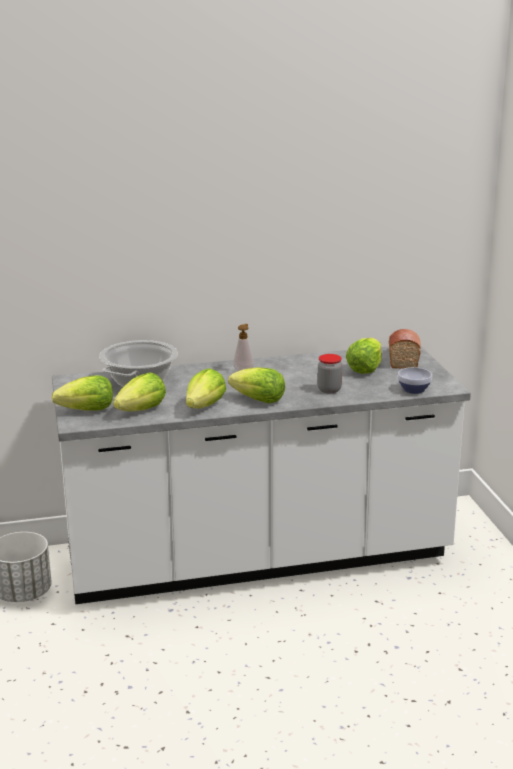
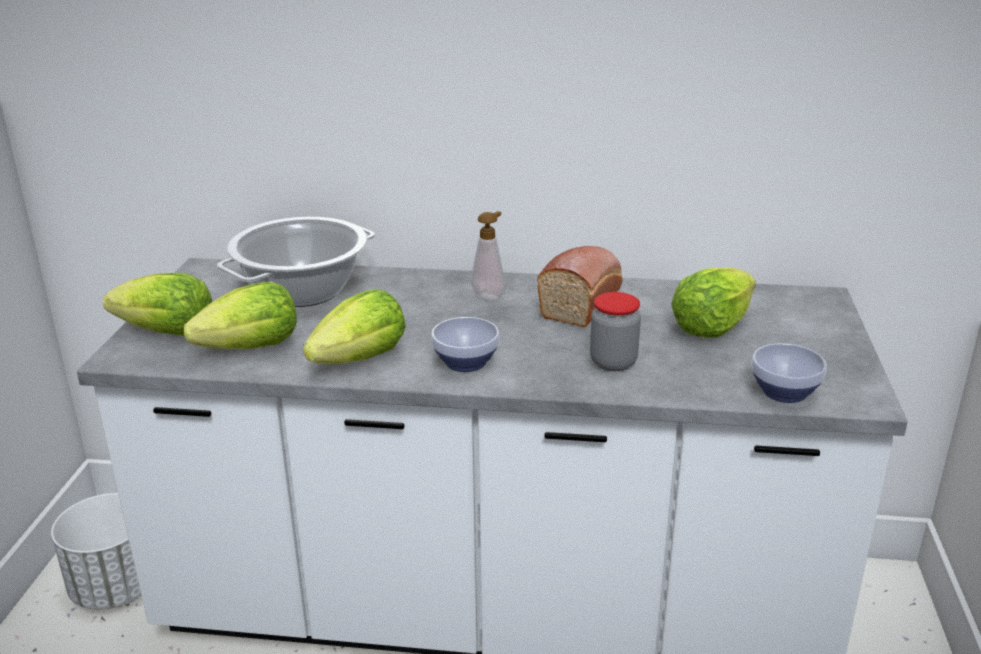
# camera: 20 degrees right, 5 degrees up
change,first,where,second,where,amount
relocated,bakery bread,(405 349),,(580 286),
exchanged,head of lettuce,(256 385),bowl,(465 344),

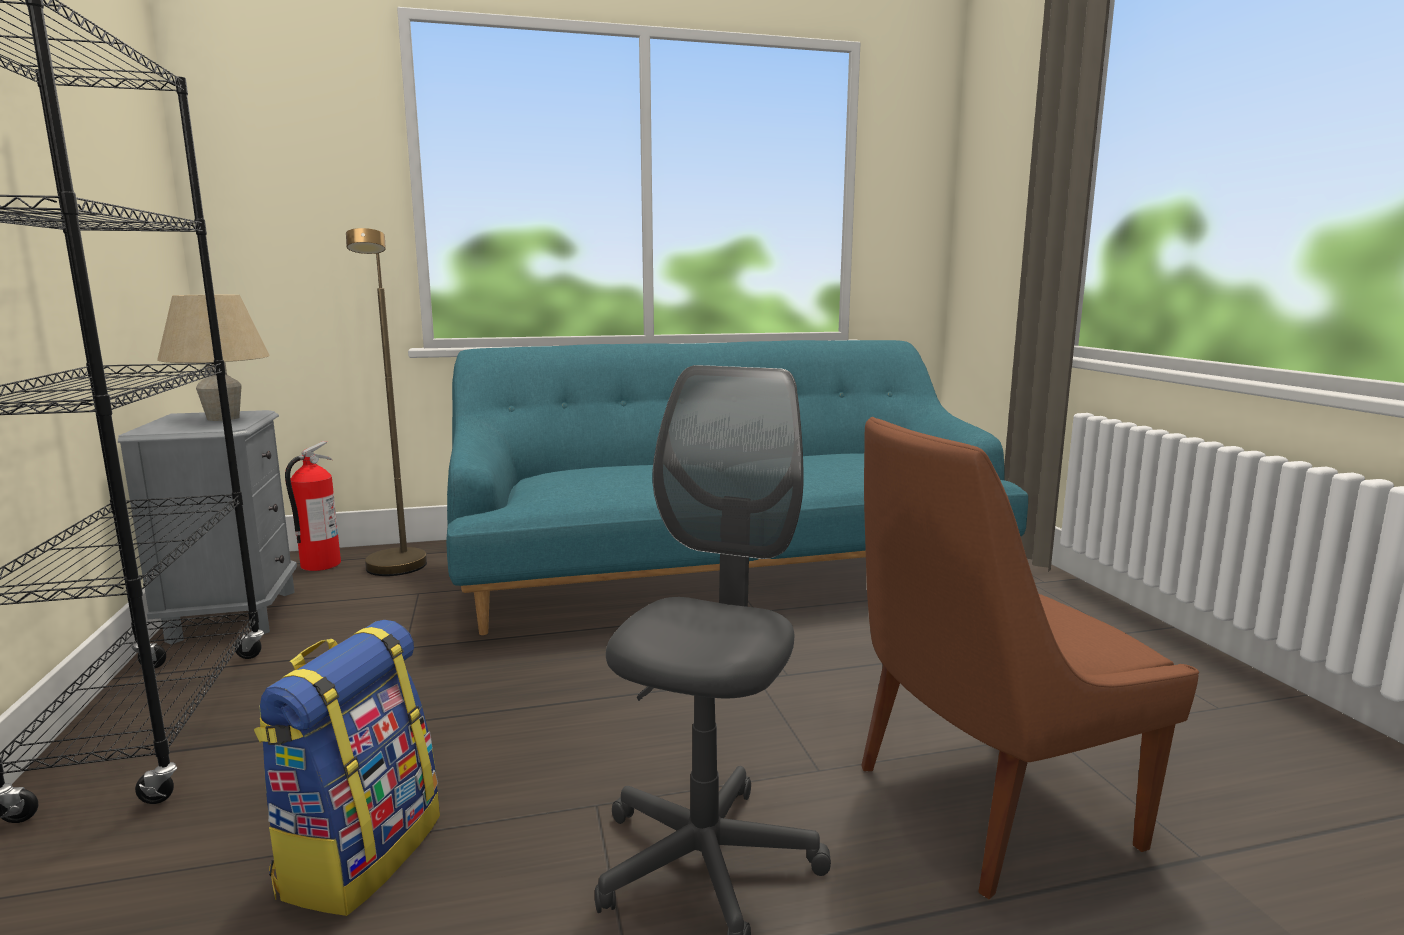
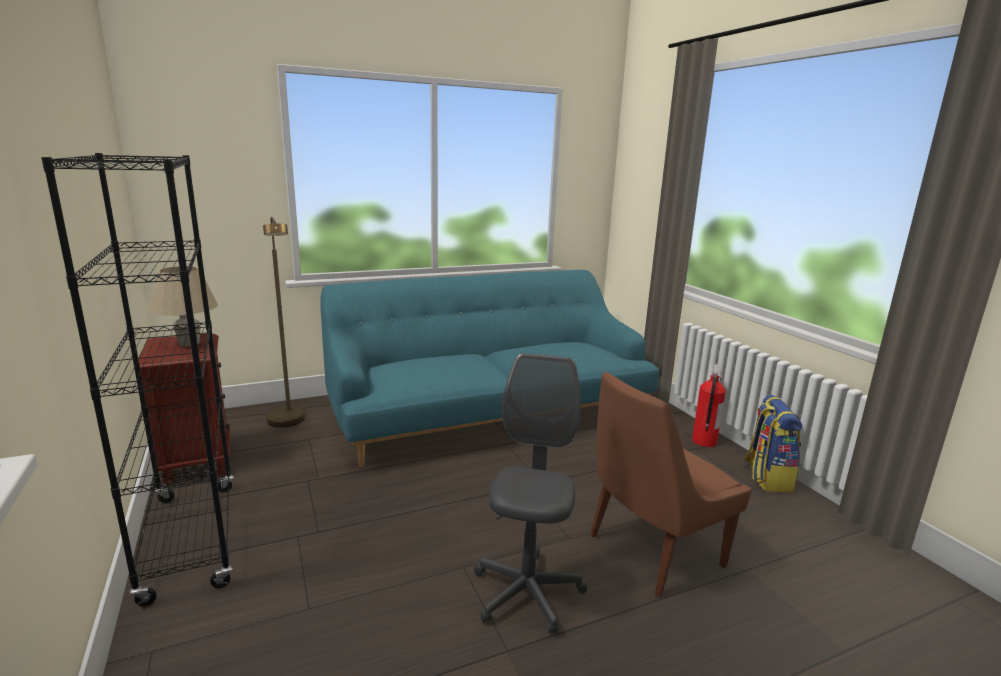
# camera: 10 degrees left, 5 degrees up
change,first,where,second,where,amount
colour,grey bedside table,(207 527),brown-coloured bedside table,(184 409),
relocated,extinguisher,(313 506),,(709 405),
relocated,rucksack,(347 768),,(772 444),

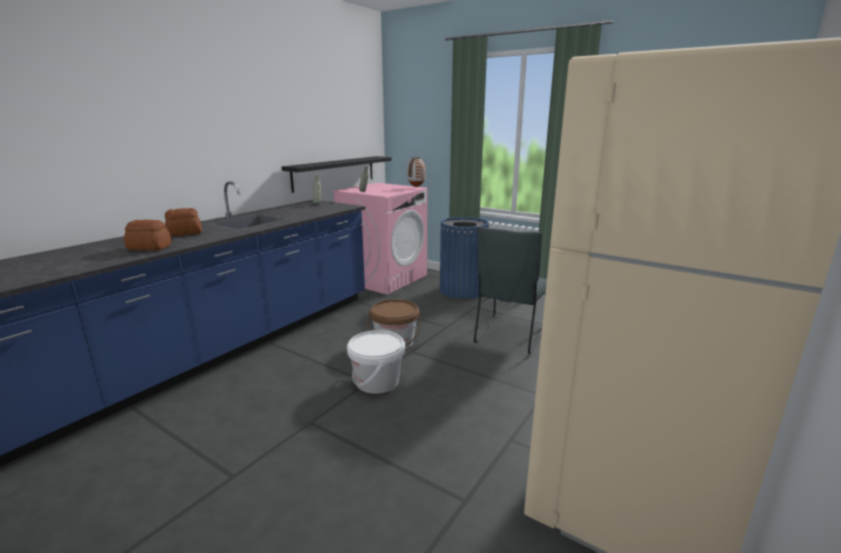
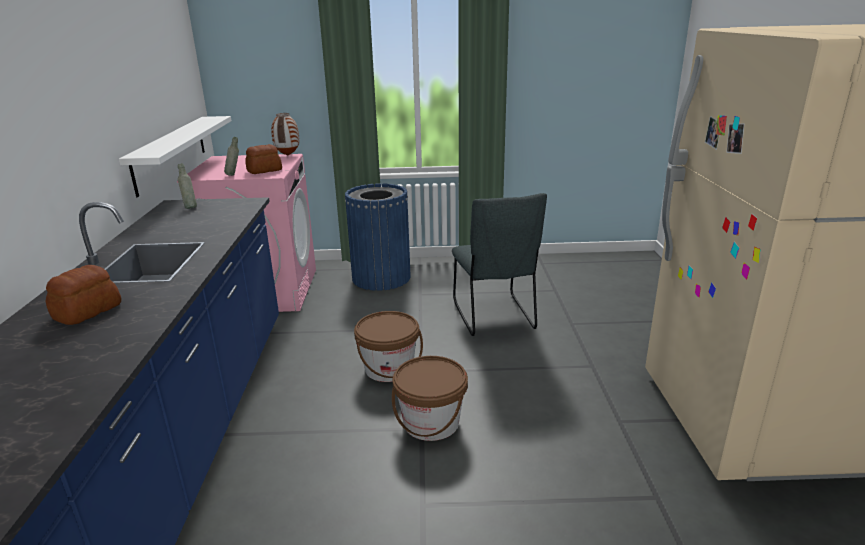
# camera: 35 degrees left, 5 degrees up
change,first,where,second,where,amount
colour,black wall shelf,(336 174),white-coloured wall shelf,(175 156),
relocated,bakery bread,(147 235),,(263 159),
colour,white-coloured water bucket,(376 362),brown-coloured water bucket,(430 398),

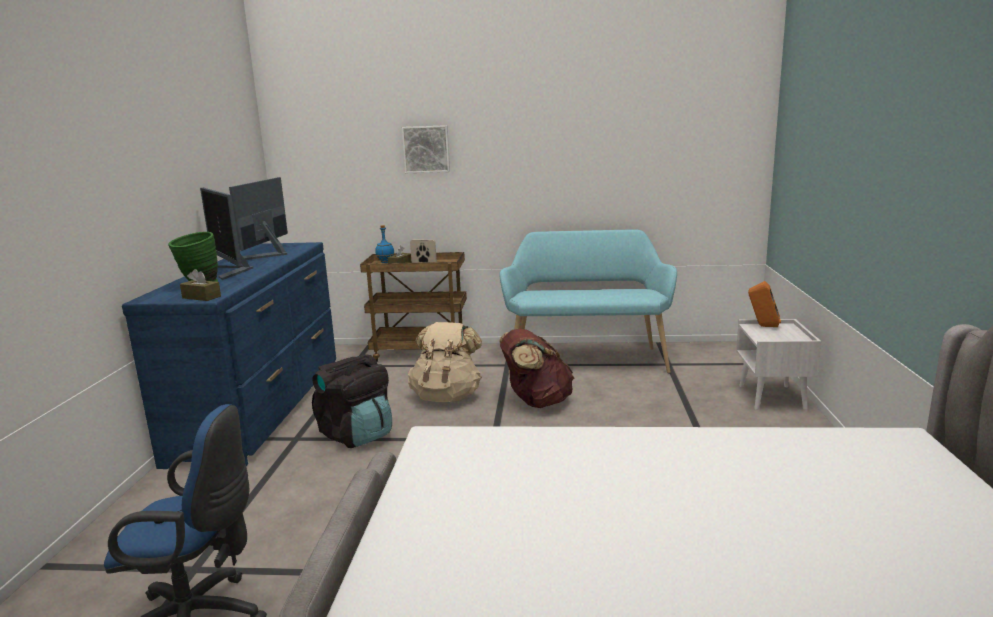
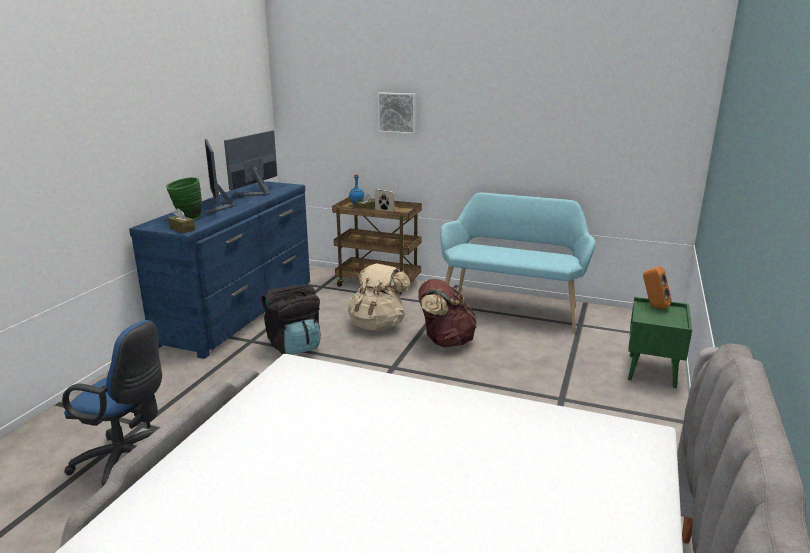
# camera: 15 degrees right, 5 degrees up
change,first,where,second,where,amount
colour,white-coloured bedside table,(778 364),green bedside table,(660 342),

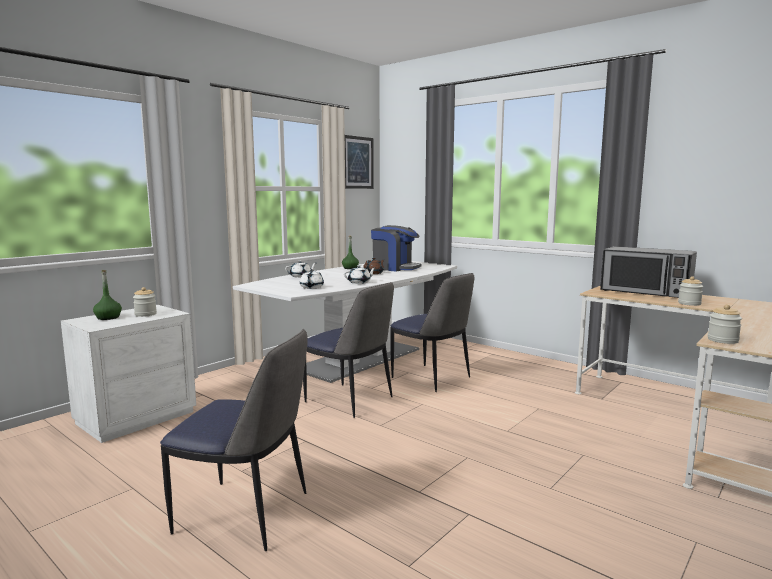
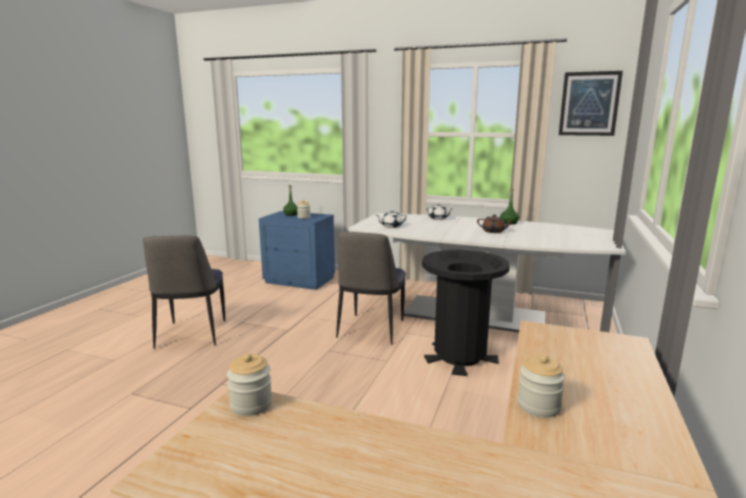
# camera: 70 degrees right, 5 degrees up
change,first,where,second,where,amount
missing,coffee brewer,(396 248),,,
missing,microwave,(648 272),,,
missing,white-coloured pot for tea,(360 274),,,
exchanged,upright chair,(432 332),black trash can,(465 313),
colour,white-coloured bedside table,(128 374),bluish bedside table,(297 250),

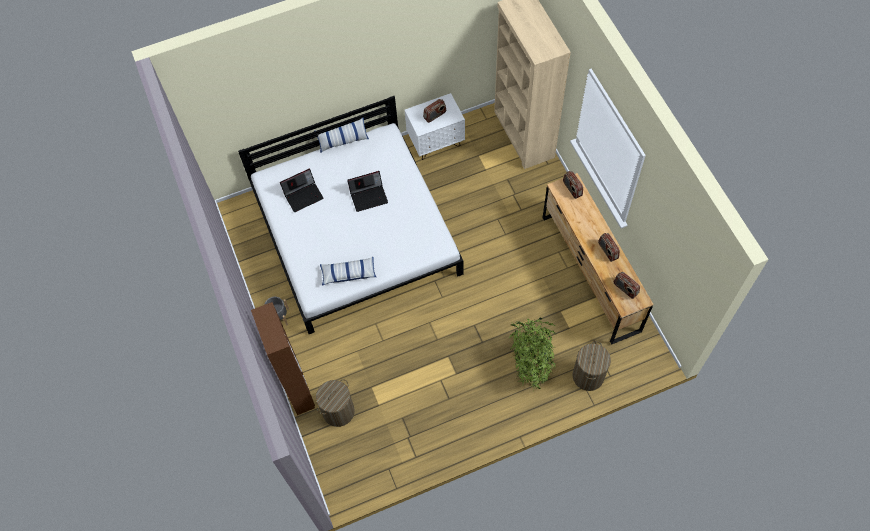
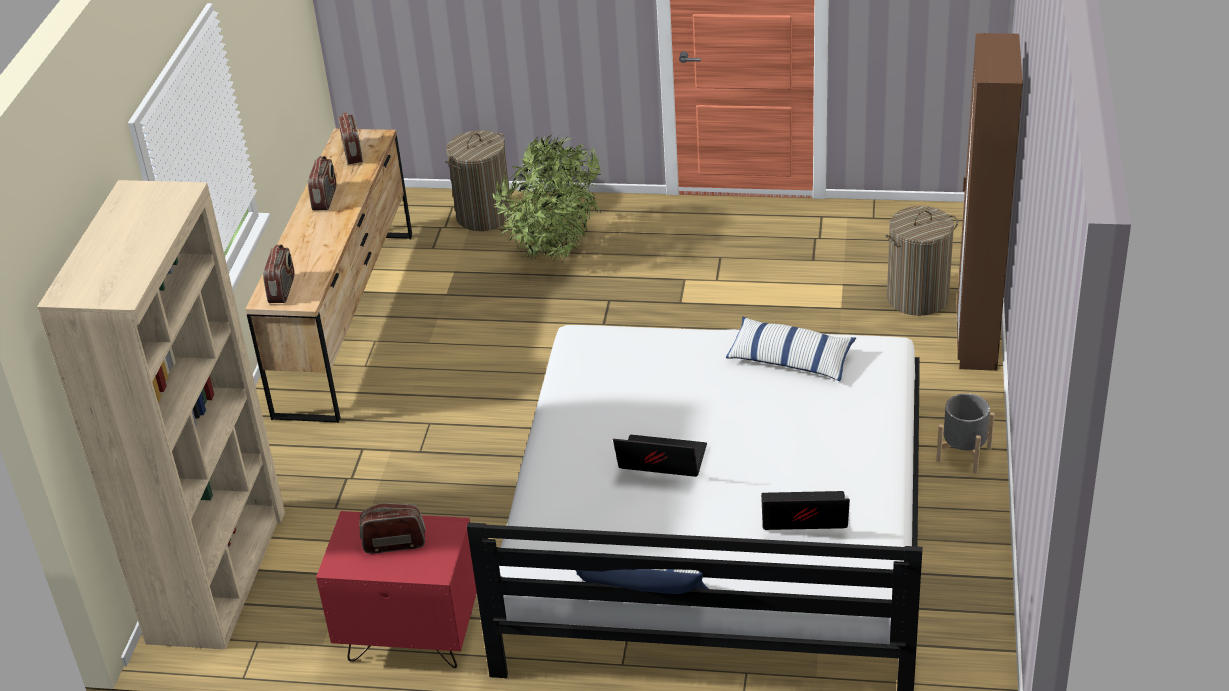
# camera: 150 degrees left, 25 degrees down
change,first,where,second,where,amount
colour,white-coloured bedside table,(435 126),reddish bedside table,(396 589),

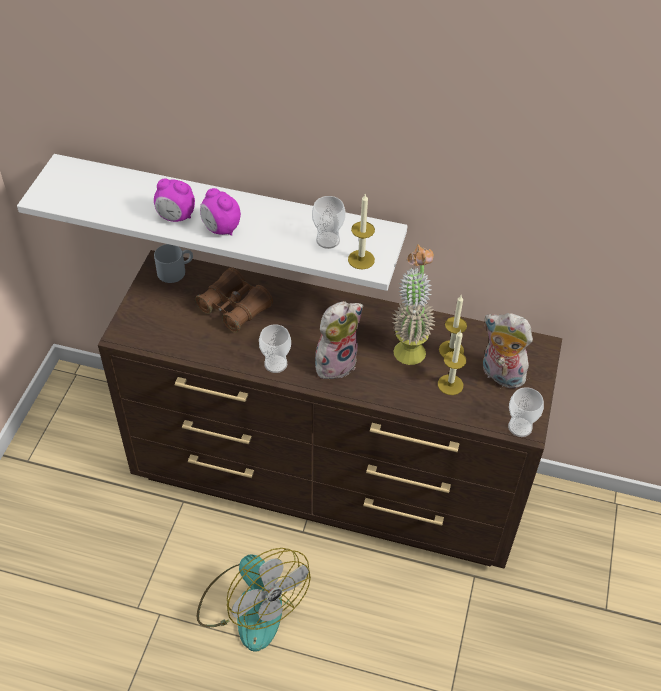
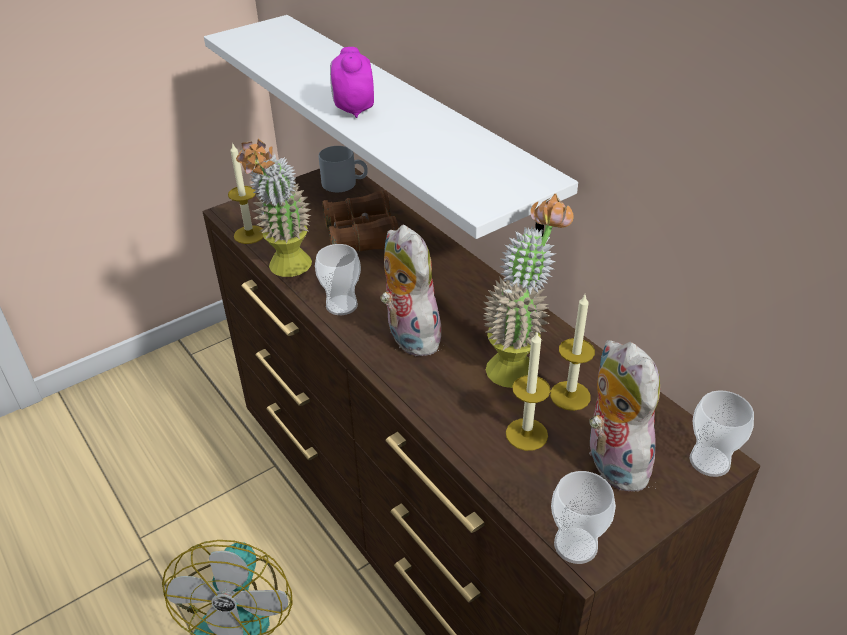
# camera: 40 degrees right, 10 degrees down
change,first,where,second,where,amount
missing,table clock,(174 200),,,
relocated,wax candle,(361 231),,(246 193),
relocated,small cup,(329 222),,(722 433),
spun,soft toy,(339 340),,(412 290),120 degrees counterclockwise
appeared,,,houseplant,(274 207),

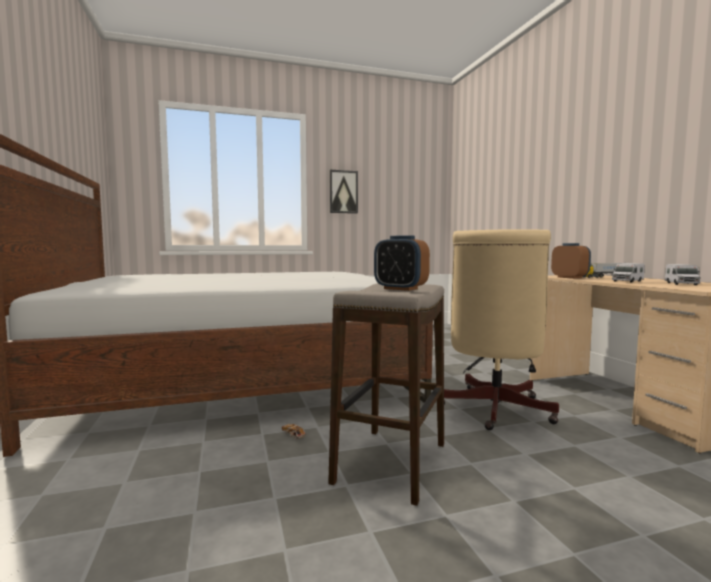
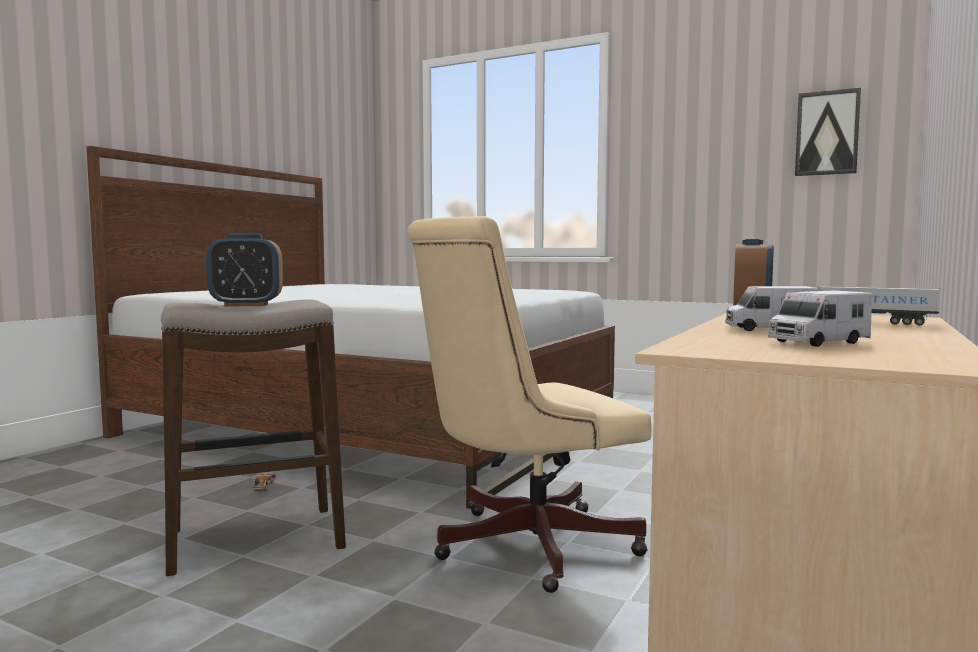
# camera: 45 degrees right, 0 degrees up
change,first,where,second,where,amount
relocated,wall art,(344 192),,(828 132),
spun,table clock,(402 263),,(244 270),90 degrees counterclockwise

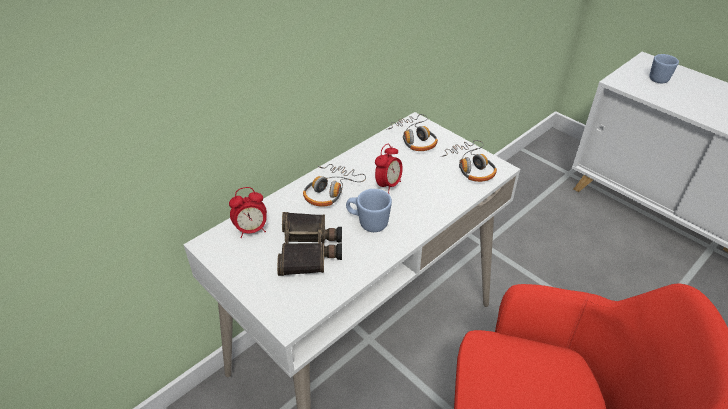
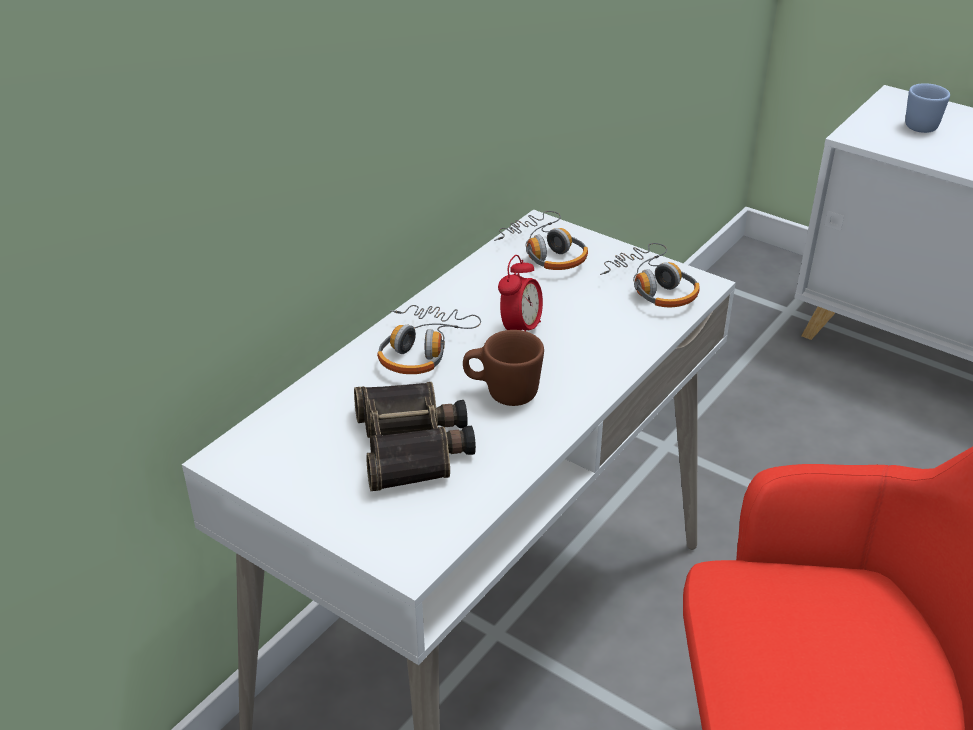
# camera: 10 degrees left, 5 degrees down
change,first,where,second,where,amount
missing,table clock,(248 212),,,
colour,bluish tea mug,(369 210),brown-coloured tea mug,(503 368),

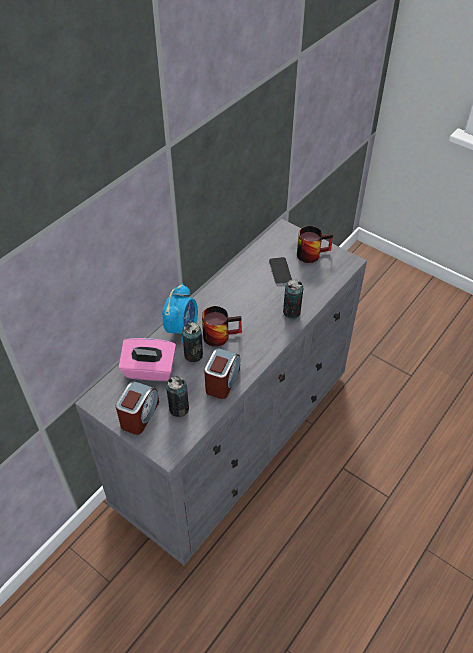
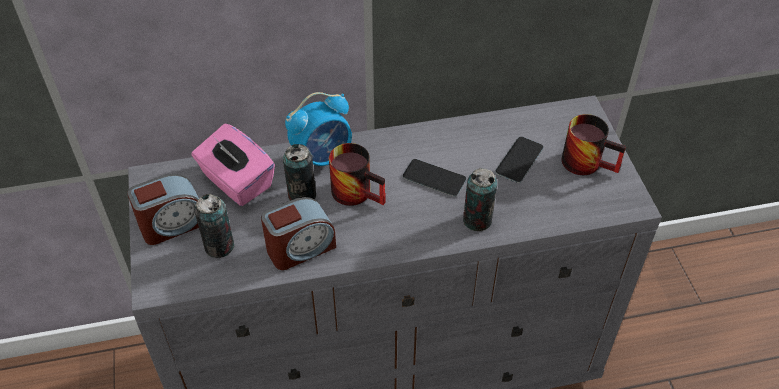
# camera: 40 degrees right, 0 degrees up
change,first,where,second,where,amount
appeared,,,phone,(434 178),

